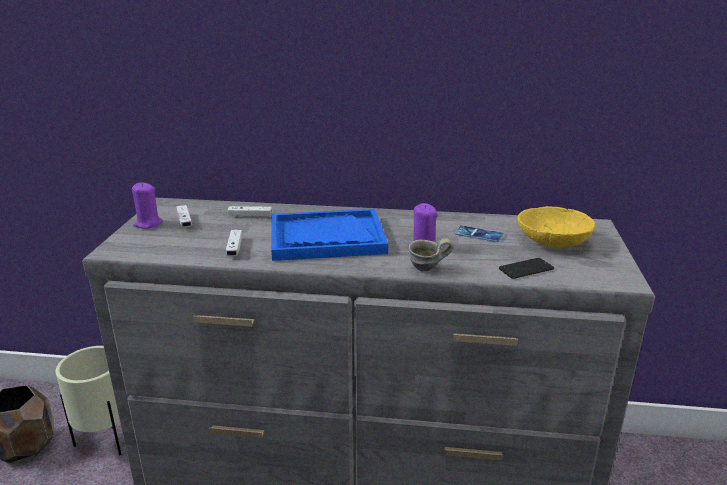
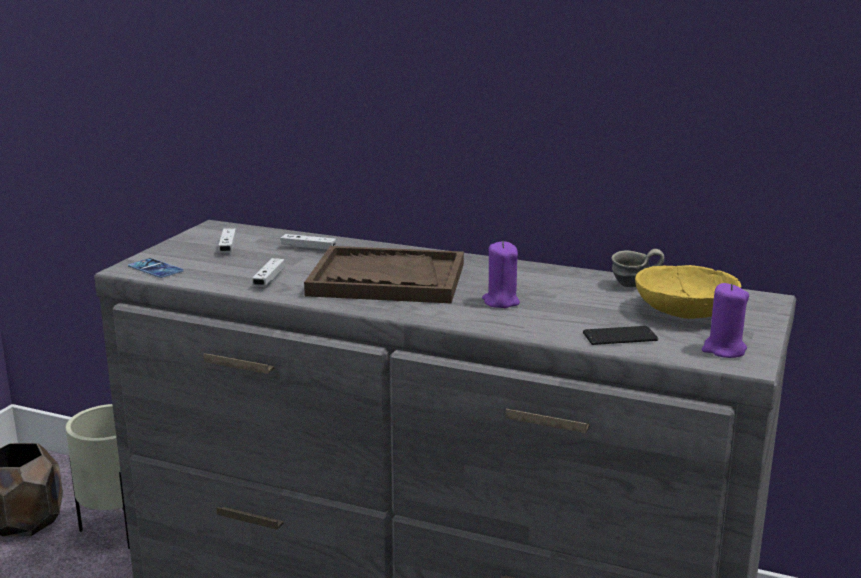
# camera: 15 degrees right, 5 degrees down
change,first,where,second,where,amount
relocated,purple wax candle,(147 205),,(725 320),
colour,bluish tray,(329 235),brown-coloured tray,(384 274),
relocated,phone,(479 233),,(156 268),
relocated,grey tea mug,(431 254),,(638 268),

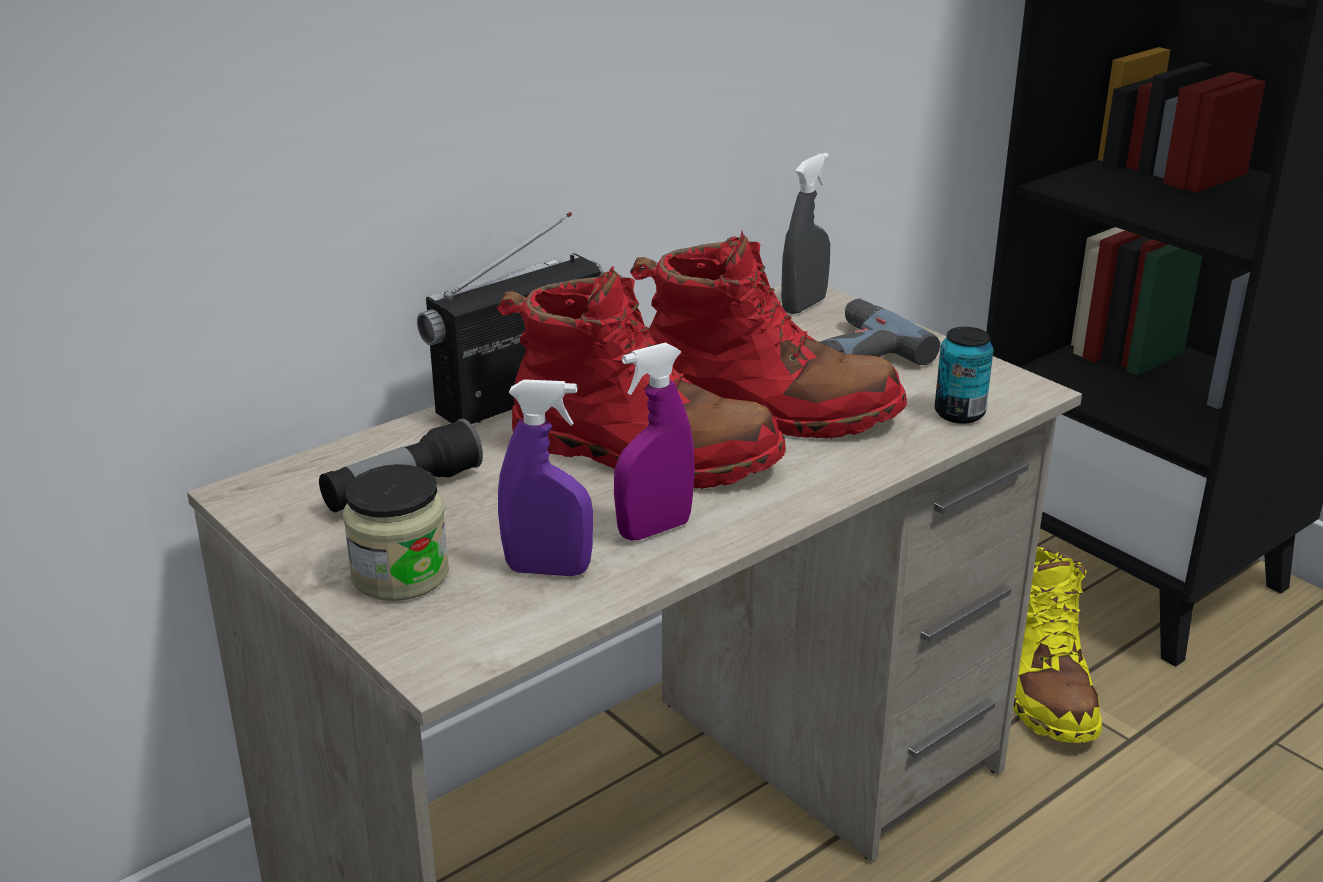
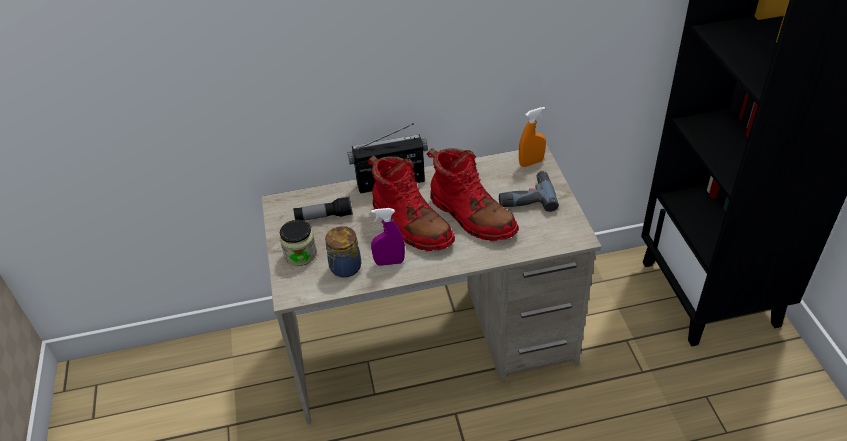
# camera: 30 degrees right, 15 degrees up
change,first,where,second,where,amount
colour,grey sprayer,(805 233),orange-coloured sprayer,(532 137),
missing,sealed can,(964 375),,,
exchanged,purple sprayer,(545 477),preserve jar,(343 252),
missing,yellow-coloured boot,(1057 644),,,

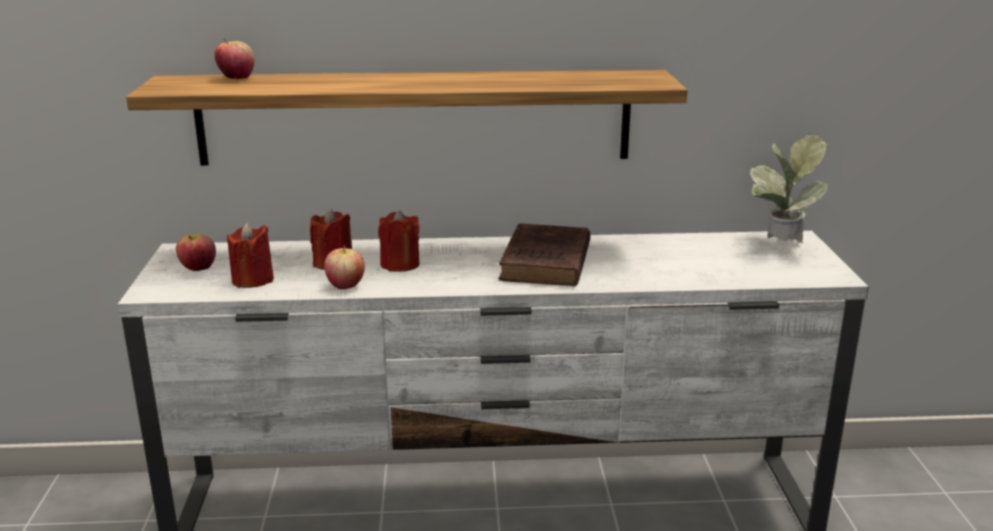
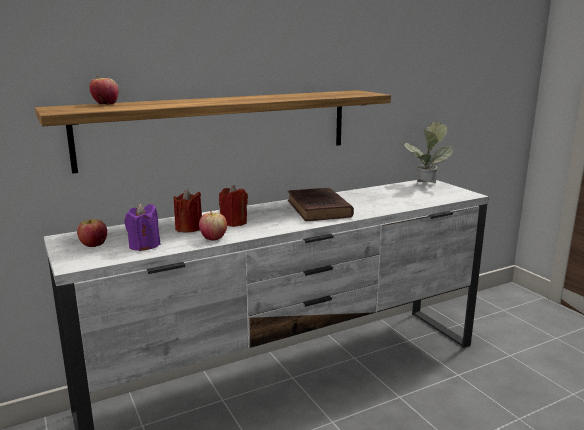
# camera: 25 degrees left, 5 degrees down
change,first,where,second,where,amount
colour,reddish wax candle,(250 255),purple wax candle,(143 227),

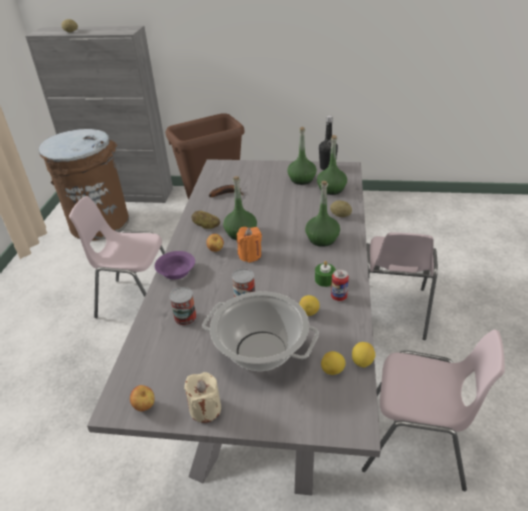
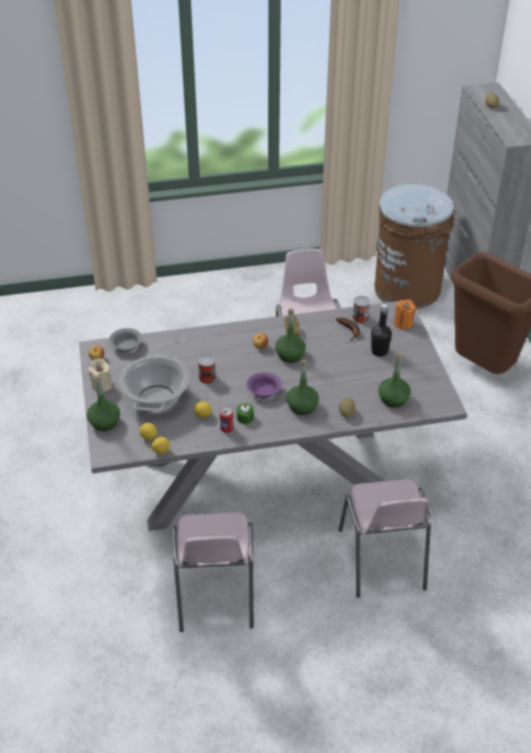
# camera: 70 degrees right, 5 degrees up
change,first,where,second,where,amount
relocated,black bottle,(328 142),,(381 330),
relocated,green bottle,(302 156),,(103 403),
relocated,orange-coloured wax candle,(249 245),,(405 314),
spun,pink upright chair,(402 286),,(385 538),90 degrees counterclockwise
relocated,purple bowl,(175 265),,(264 385),
relocated,sealed can,(183 306),,(361 310),
appeared,,,grey bowl,(125 340),

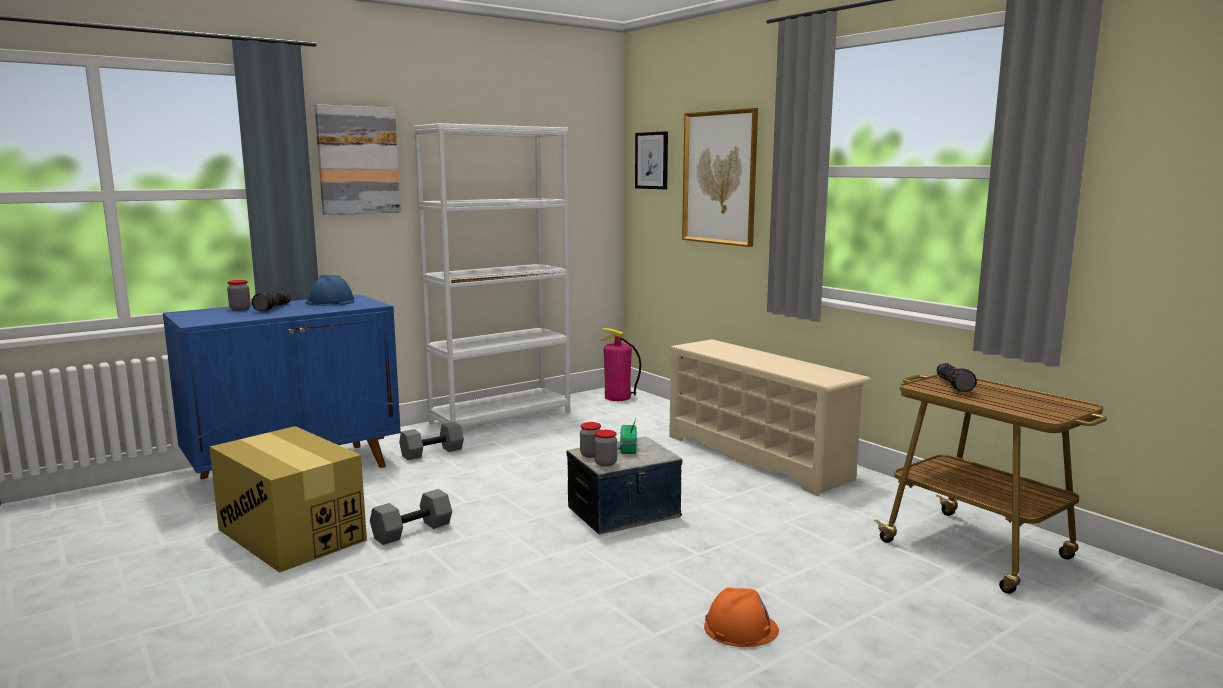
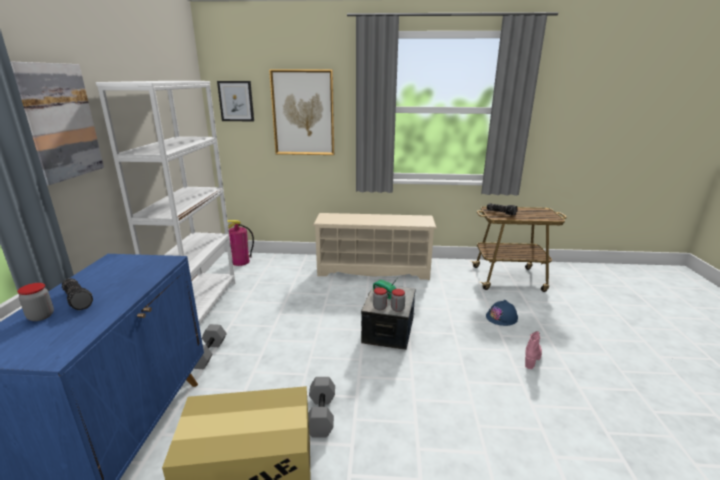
# camera: 50 degrees left, 10 degrees up
change,first,where,second,where,amount
relocated,bluish work helmet,(330 290),,(502 313),
exchanged,orange-coloured work helmet,(741 617),pink boot,(533 350),

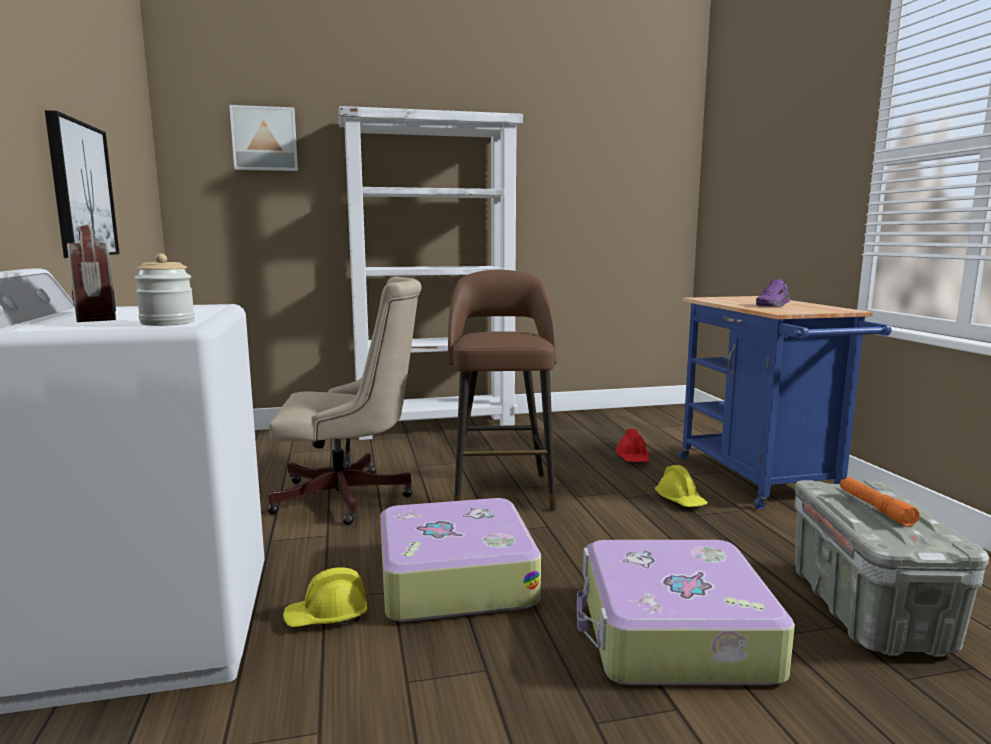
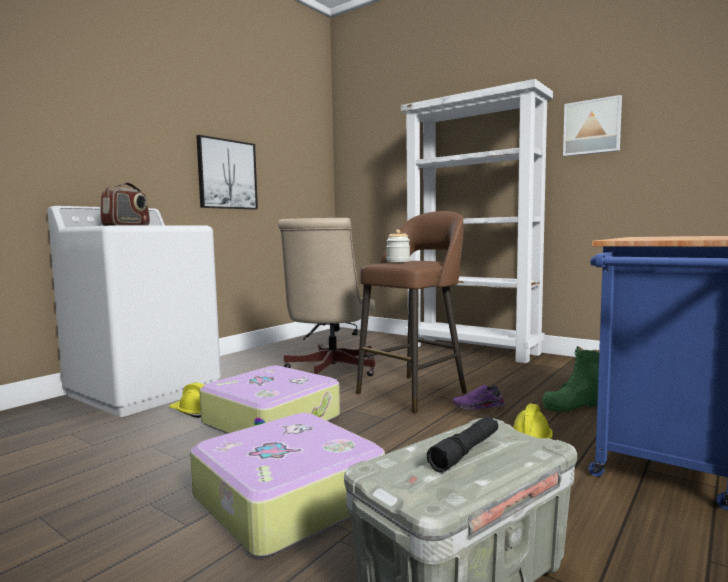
# camera: 50 degrees right, 5 degrees down
change,first,where,second,where,amount
relocated,wall art,(263 138),,(592 125),
relocated,preserve jar,(164 289),,(398 246),
spun,beige-coloured computer chair,(344 401),,(326 297),60 degrees clockwise
relocated,purple shoe,(773 293),,(478 397),
exchanged,reddish work helmet,(633 445),green boot,(570 379),
colour,orange-coloured hand torch,(880 502),black hand torch,(462 444),

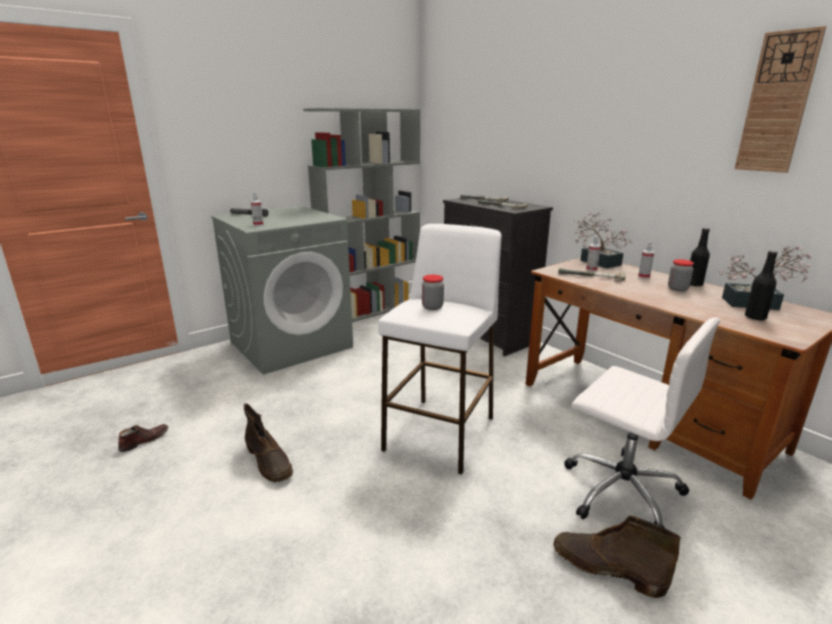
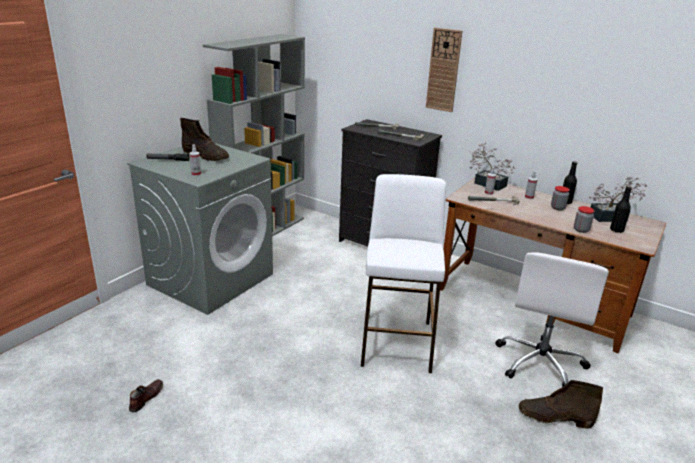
# camera: 20 degrees left, 5 degrees up
change,first,where,second,where,amount
relocated,clock on the wall,(780 99),,(444 70),
relocated,preserve jar,(433 292),,(584 219),
spun,white-coloured computer chair,(642 423),,(552 320),90 degrees clockwise
relocated,brown-coloured boot,(268 443),,(204 139),

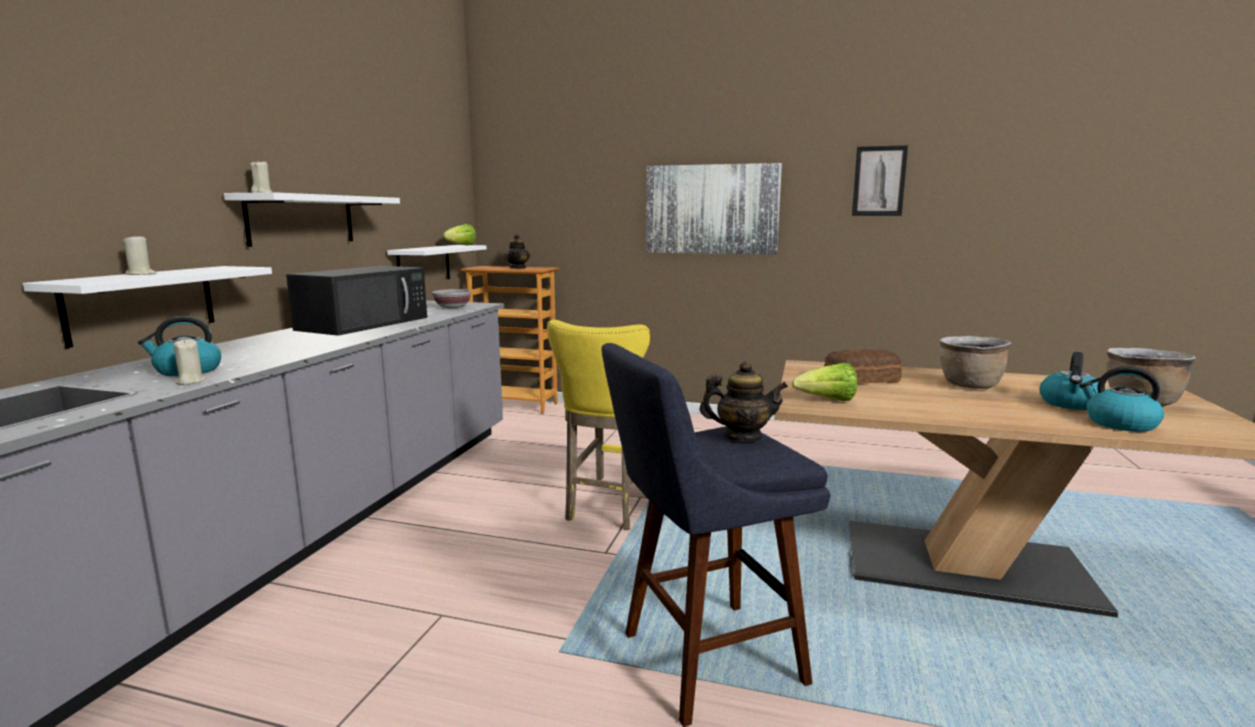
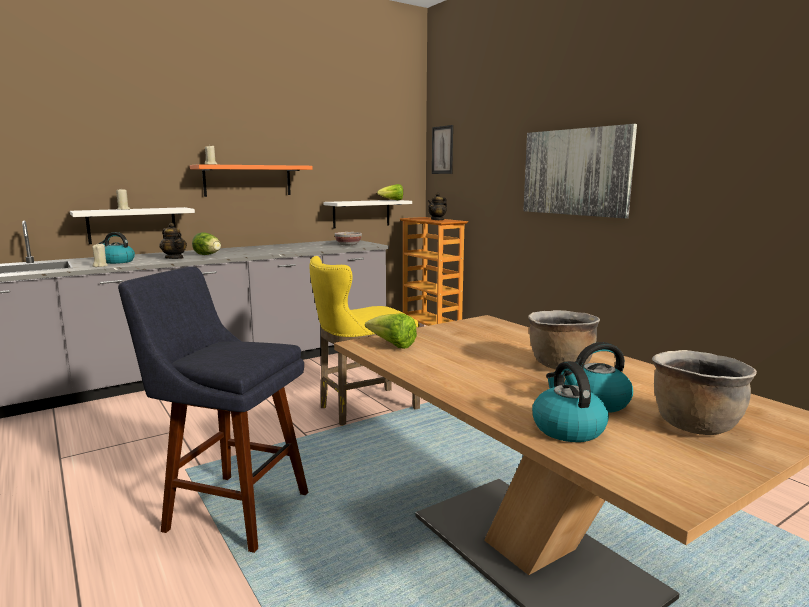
# camera: 40 degrees right, 0 degrees up
change,first,where,second,where,amount
relocated,wall art,(880 180),,(442 149),
colour,white-coloured wall shelf,(312 219),orange-coloured wall shelf,(251 180),
missing,black microwave,(356 301),,,
missing,bakery bread,(863 366),,,
relocated,pot for tea,(744 401),,(173 241),
appeared,,,head of lettuce,(206 243),

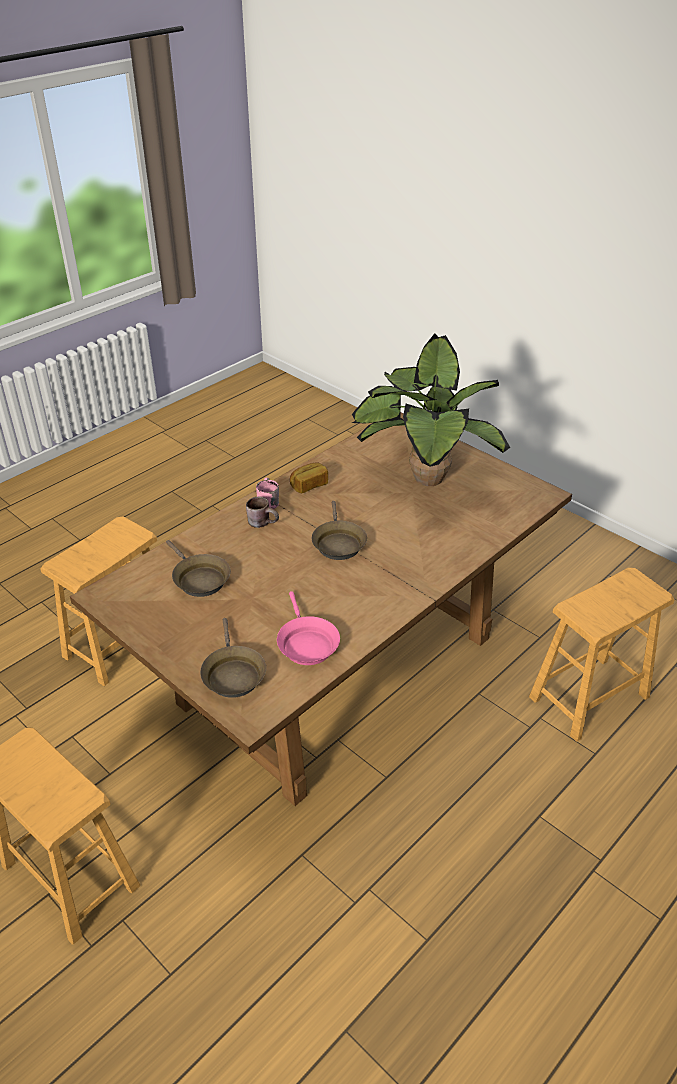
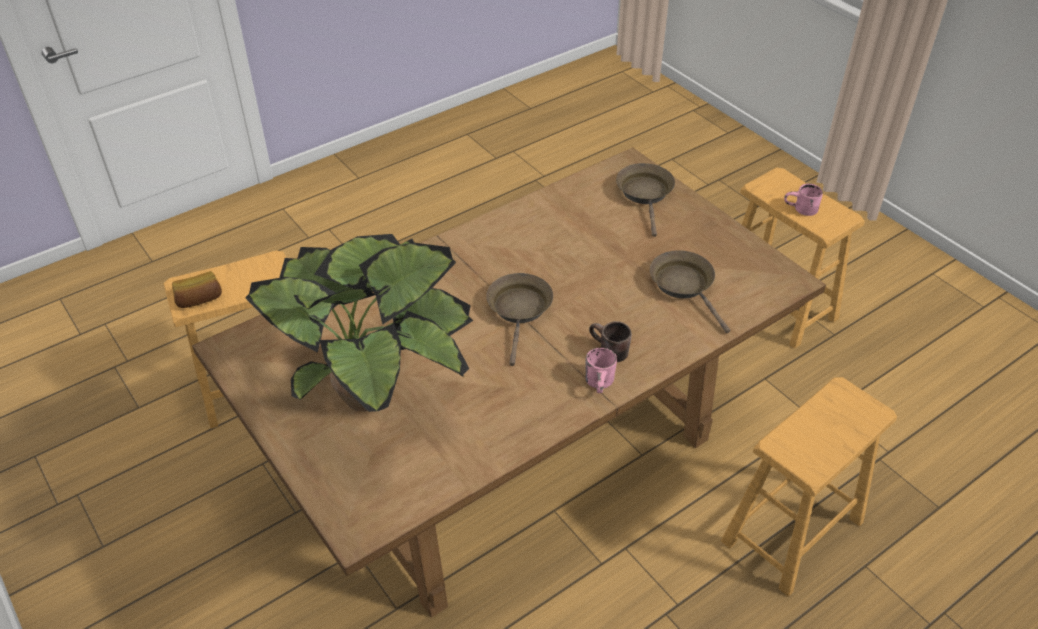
# camera: 170 degrees left, 5 degrees up
change,first,where,second,where,amount
relocated,bakery bread,(309 478),,(197 289),
missing,pink skillet,(308 628),,,
appeared,,,pink tea mug,(803 199),

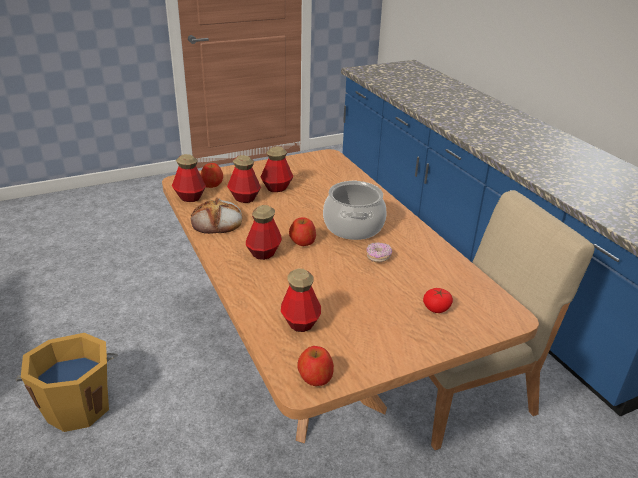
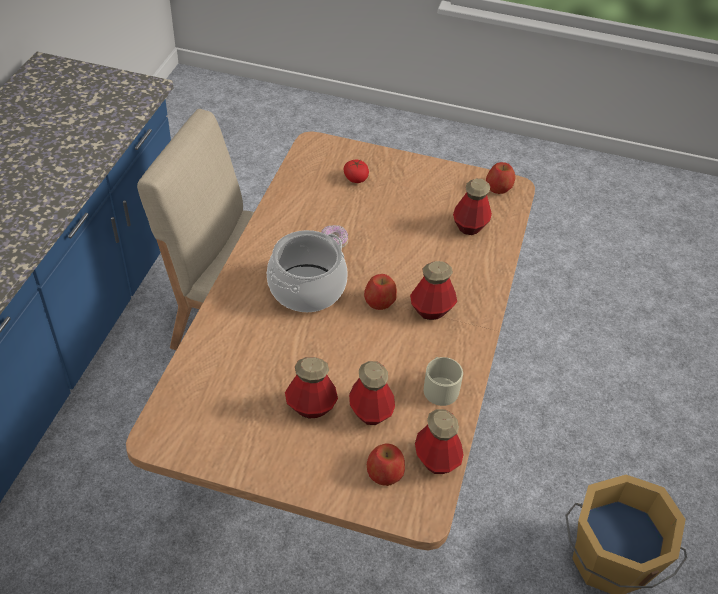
# camera: 140 degrees left, 15 degrees up
change,first,where,second,where,amount
exchanged,bakery bread,(216 216),beige-coloured tea mug,(443 381),

